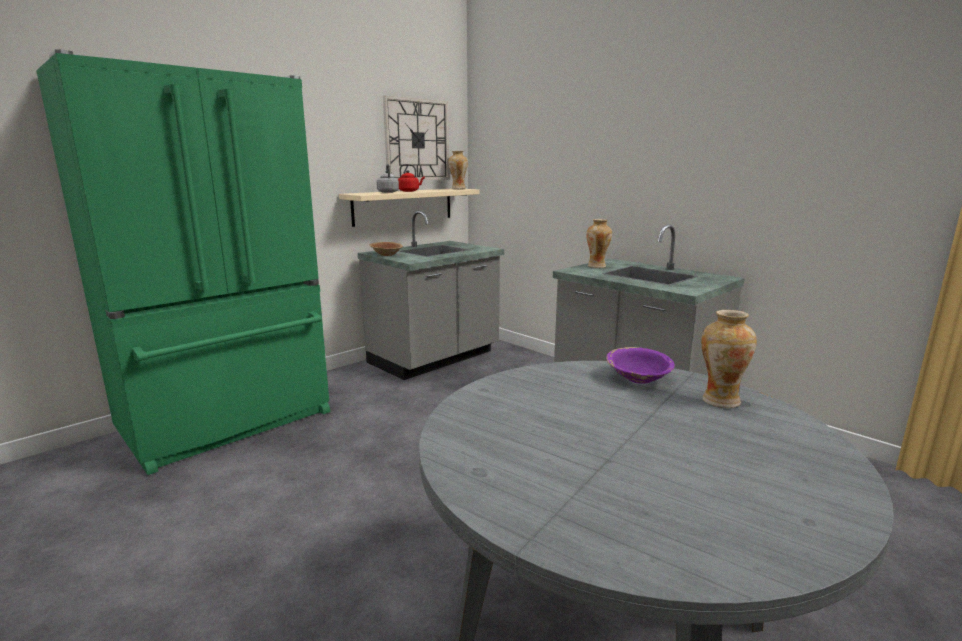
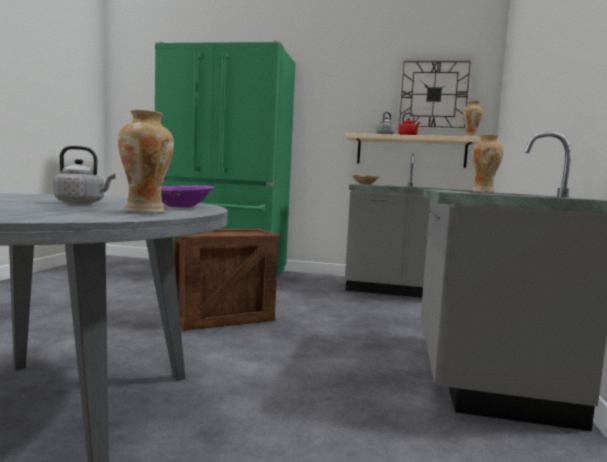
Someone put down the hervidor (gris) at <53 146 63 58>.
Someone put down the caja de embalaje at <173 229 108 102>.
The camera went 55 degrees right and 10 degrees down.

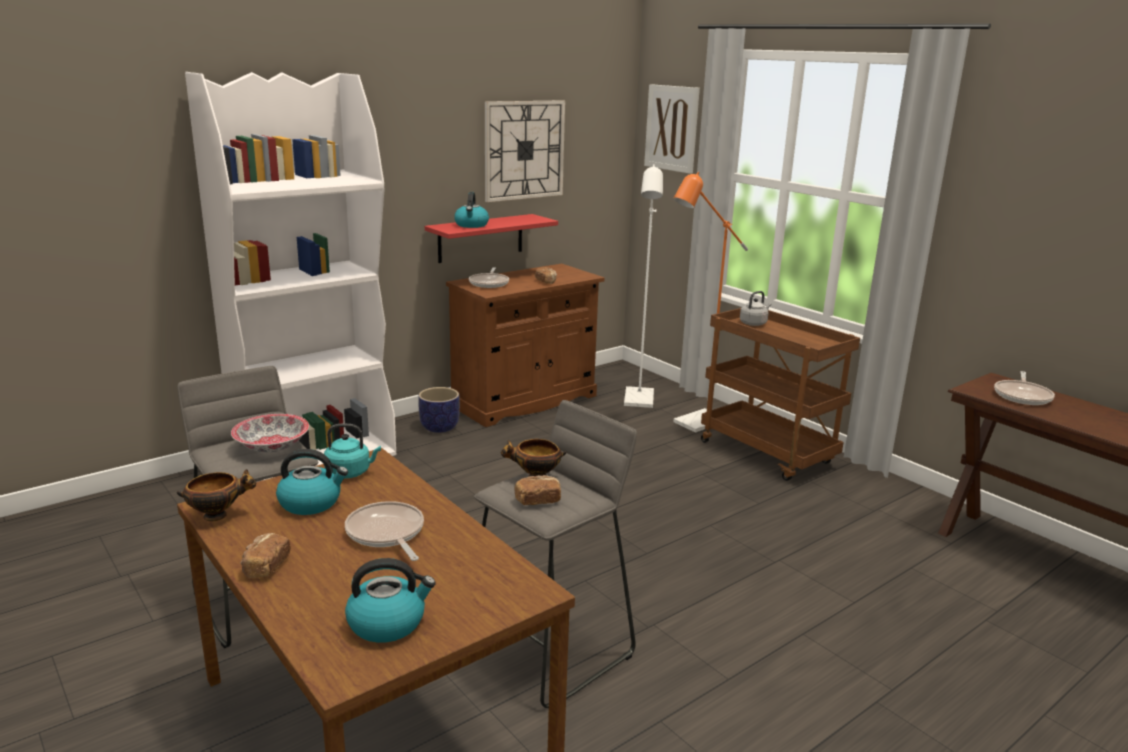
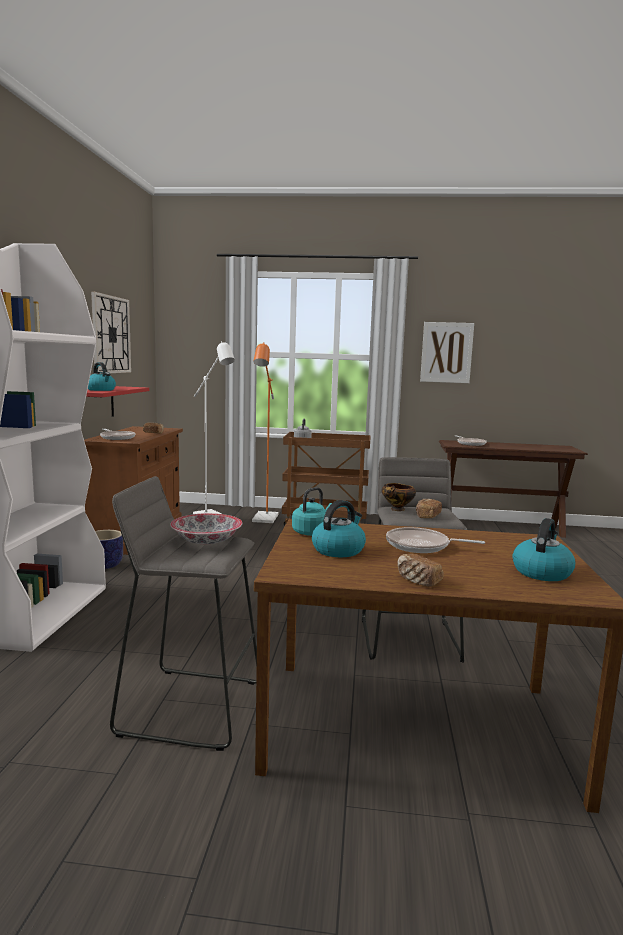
Someone took away the cuenco at <177 469 79 52>.
Someone carried the cuadro from <644 84 56 90> to <420 322 54 61>.
The camera went 45 degrees left and 10 degrees down.

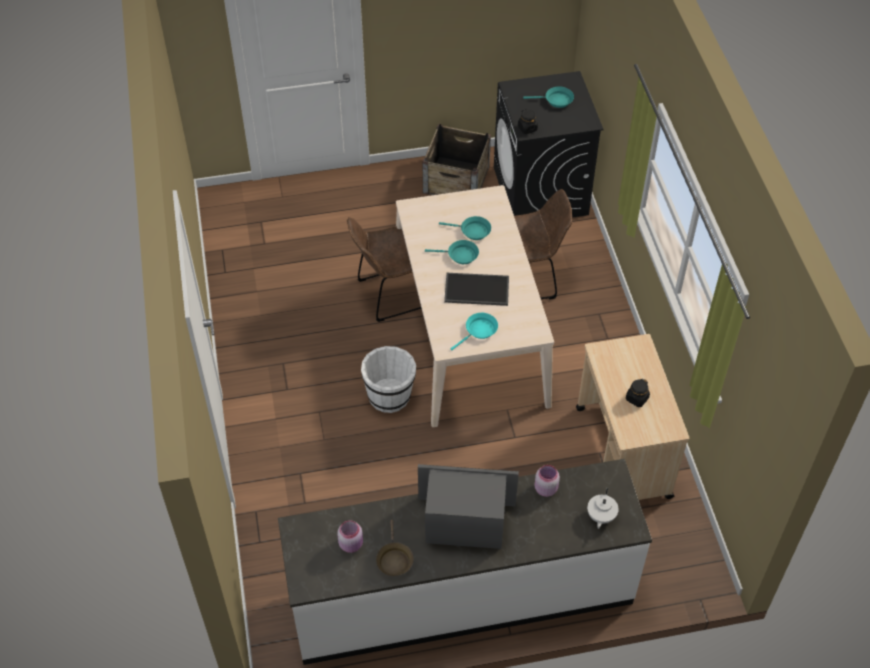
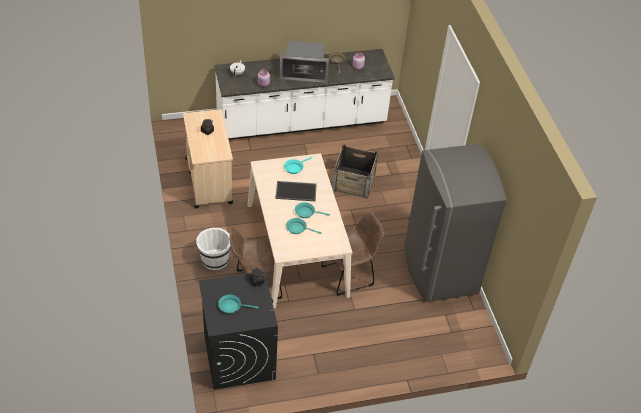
Someone carried the cubo (blanco) from <361 346 55 67> to <196 228 35 42>.
Someone carried the caja de embalaje from <423 124 68 71> to <332 145 46 54>.
Someone put down the nevera (gris) at <404 144 103 158>.
The camera went 175 degrees right and 5 degrees down.

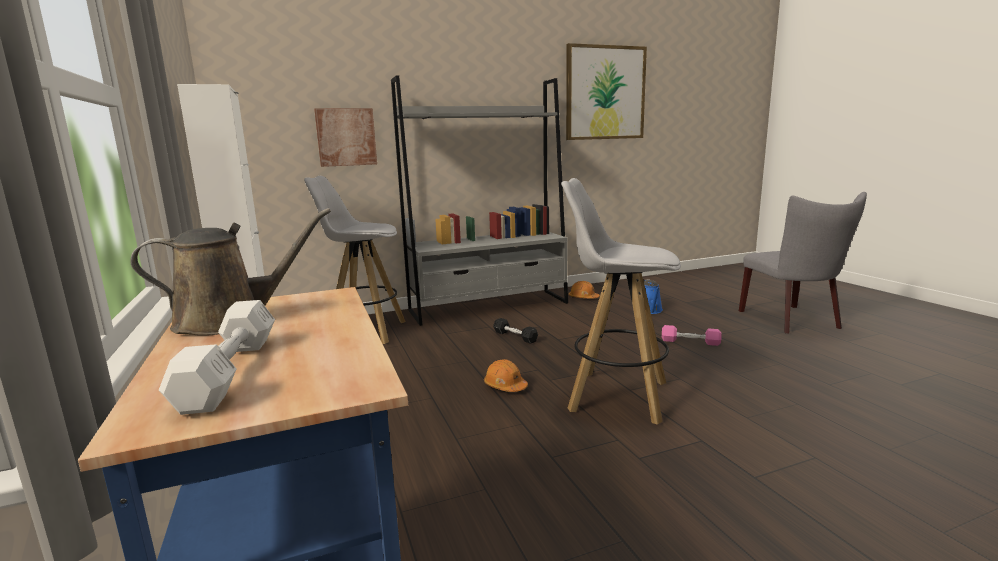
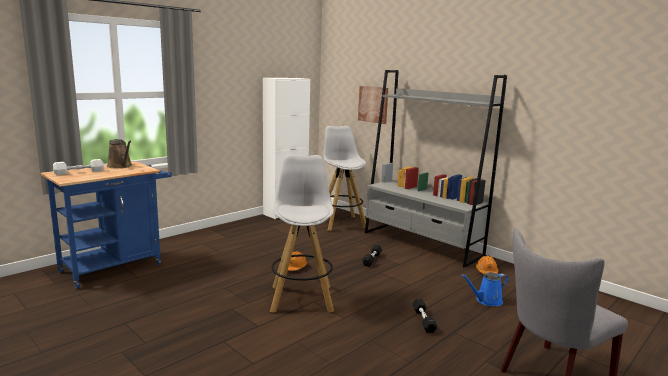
Someone took away the cuadro at <566 43 81 97>.
Someone repainted the mancuerna (rosa) at <662 325 60 21>, which became the mancuerna (negro) at <412 299 25 34>.
The camera went 65 degrees right and 0 degrees up.

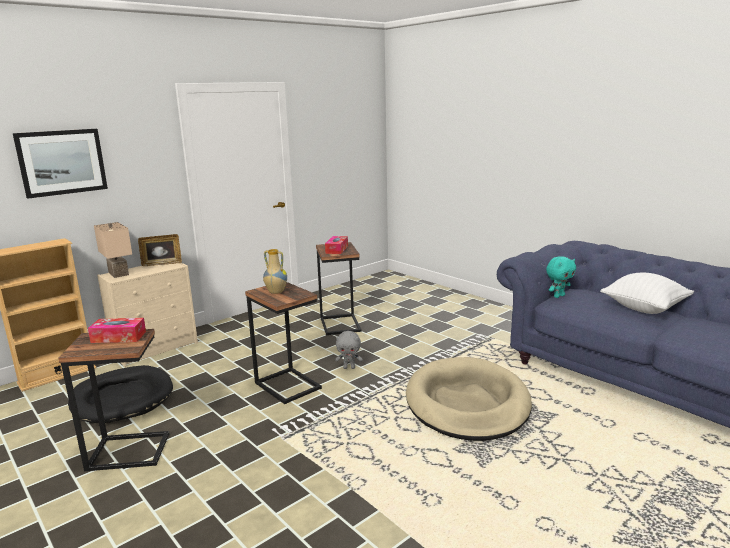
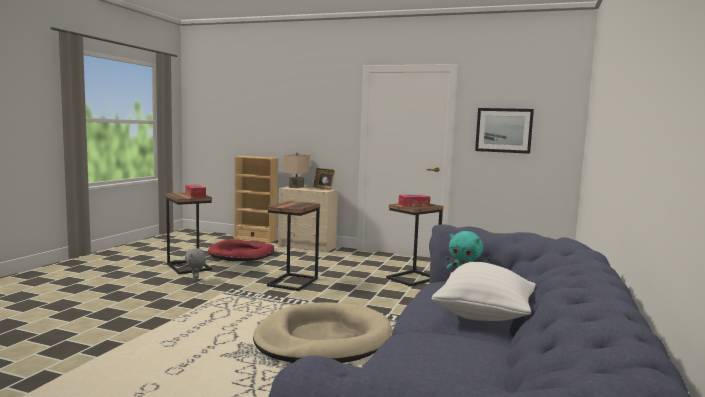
Someone carried the cuadro from <13 129 95 70> to <475 108 59 46>.
Someone repainted the cama para perro (negro) at <68 365 105 58>, which became the cama para perro (rojo) at <208 239 66 22>.
Someone took away the florero at <263 249 24 45>.
Someone carried the peluche (gris) from <335 331 28 38> to <185 249 21 34>.
The camera went 60 degrees right and 10 degrees down.

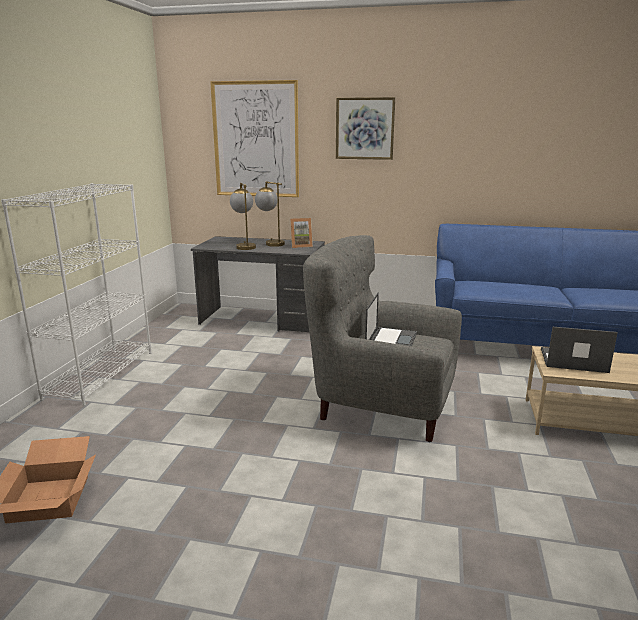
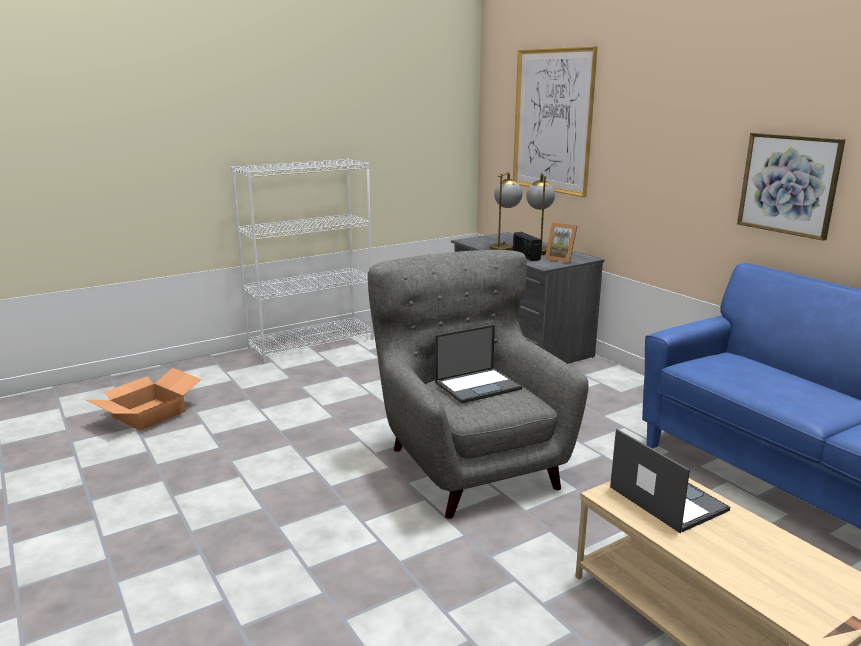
Someone carried the cuadro from <336 97 59 63> to <737 133 109 108>.
Someone put down the radio at <513 232 29 29>.
The camera went 45 degrees right and 0 degrees up.

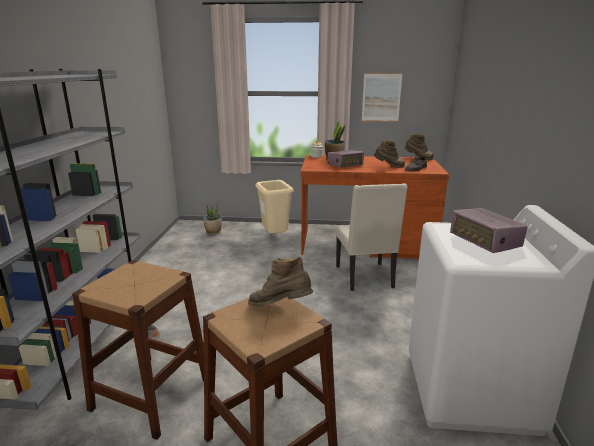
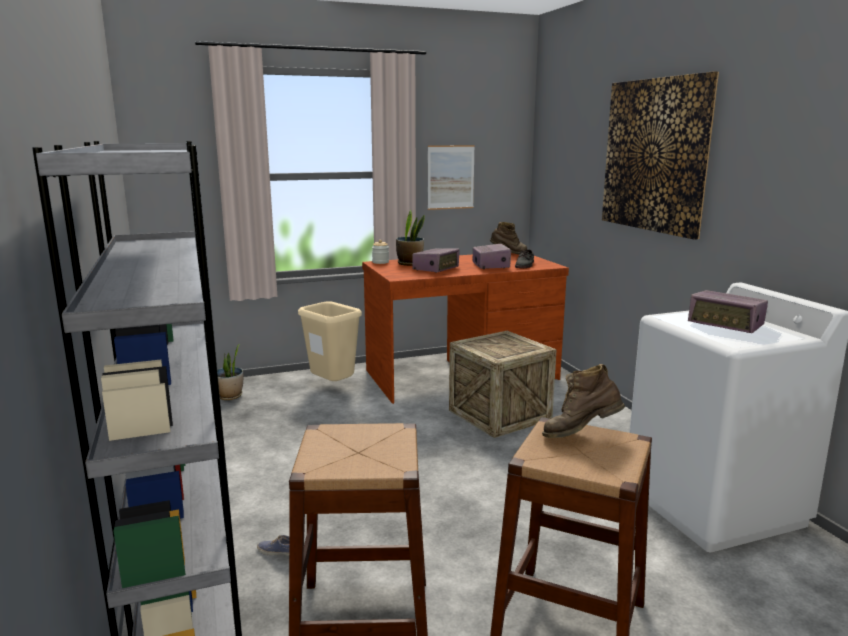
Someone swapped the silla (beis) at <336 183 72 108> for the caja de embalaje at <449 331 108 107>.
Someone swapped the bota (marrón) at <374 140 31 28> for the radio at <472 244 39 25>.
Someone put up the cuadro at <602 71 117 169>.
The camera went 25 degrees left and 5 degrees down.

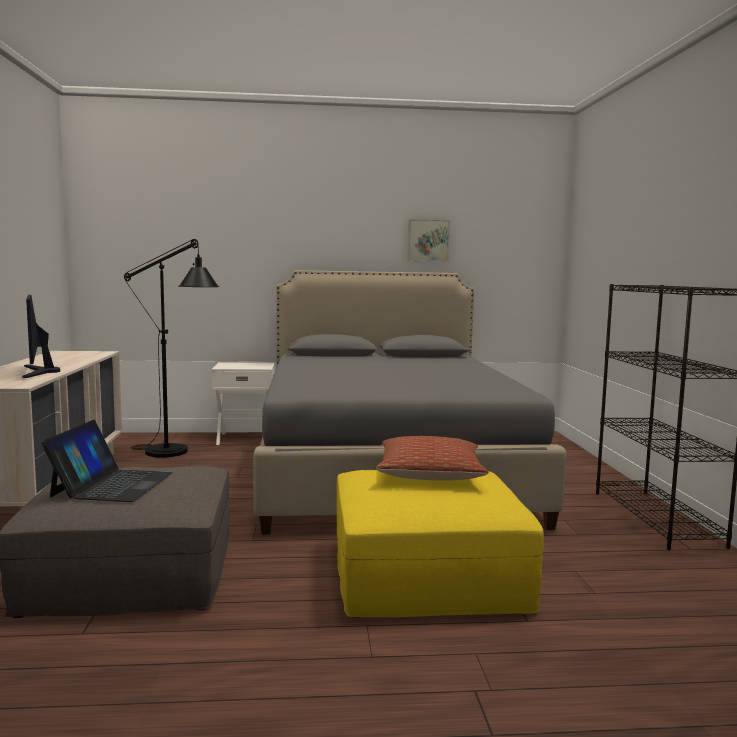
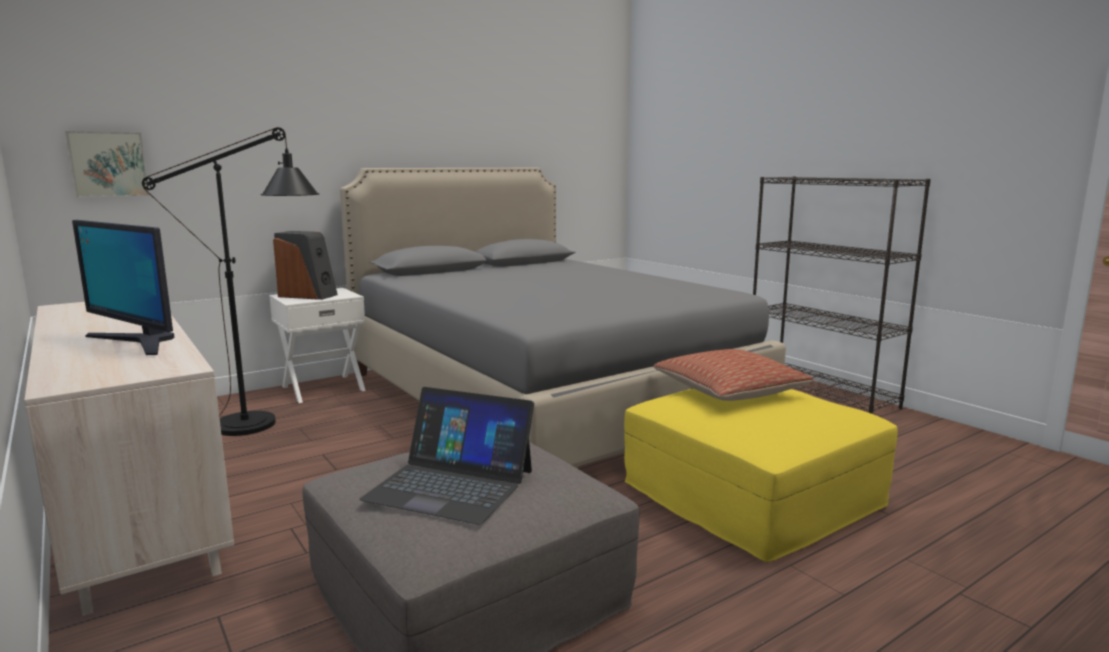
Someone rotated the portátil at <41 420 132 82> by 135 degrees clockwise.
Someone carried the cuadro from <408 219 42 43> to <65 131 85 67>.
Someone put down the altavoz at <273 231 65 69>.
The camera went 30 degrees left and 5 degrees up.

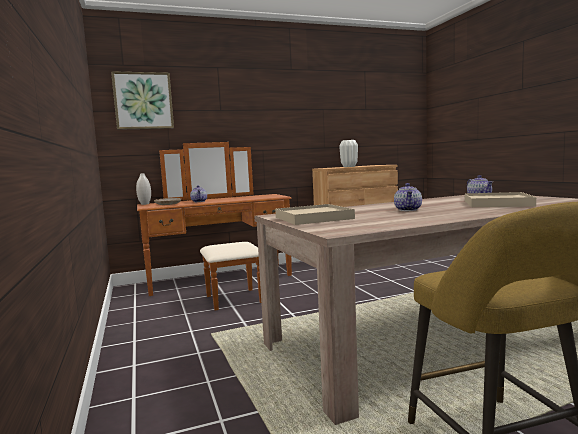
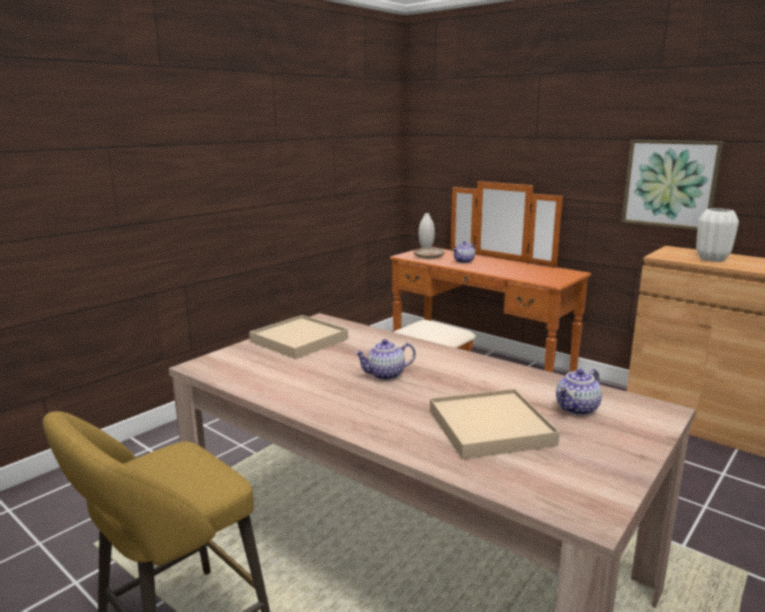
Someone carried the cuadro from <111 71 63 59> to <621 140 103 90>.
The camera went 60 degrees right and 10 degrees up.

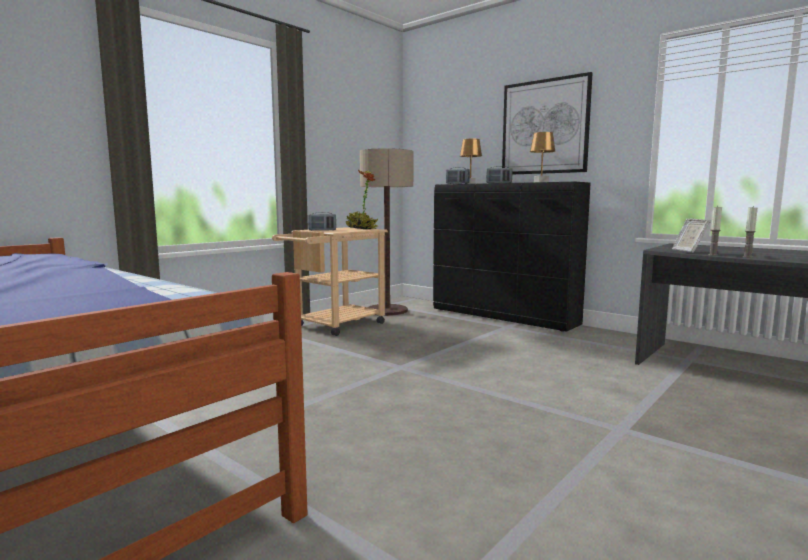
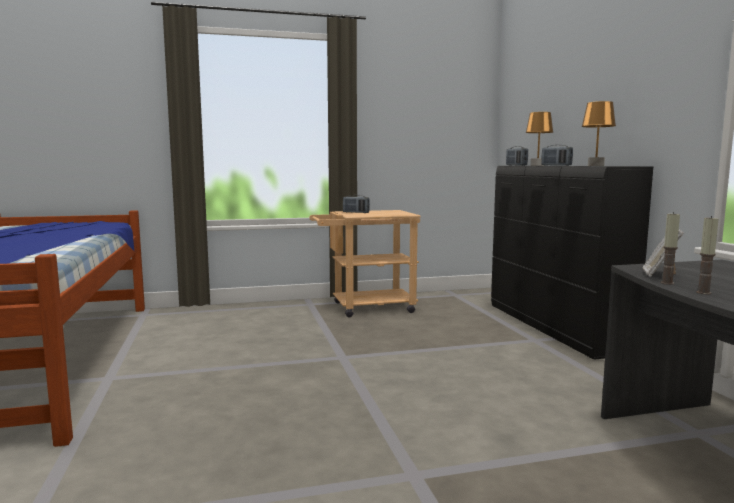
Someone took away the planta en maceta at <346 170 32 59>.
Someone took away the lámpara de pie at <360 149 53 167>.
Someone took away the cuadro at <502 72 90 103>.
The camera went 35 degrees right and 0 degrees up.

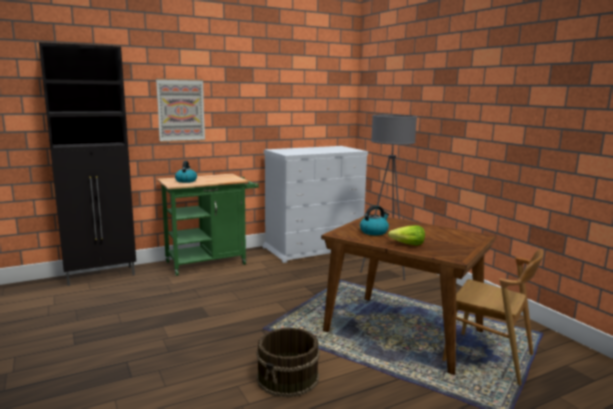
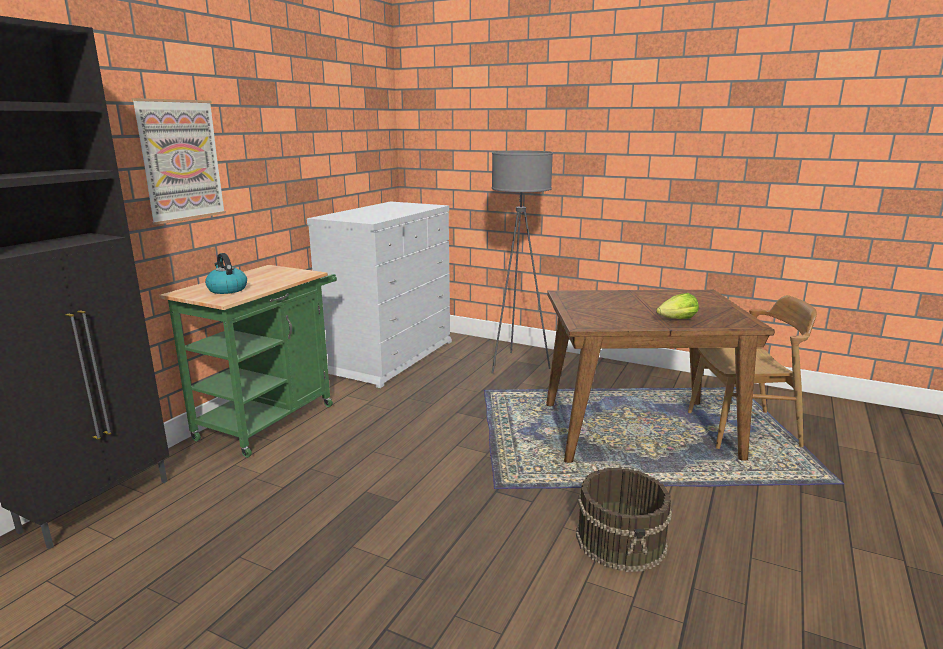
Someone took away the hervidor at <360 205 29 30>.
The camera went 35 degrees left and 5 degrees up.

